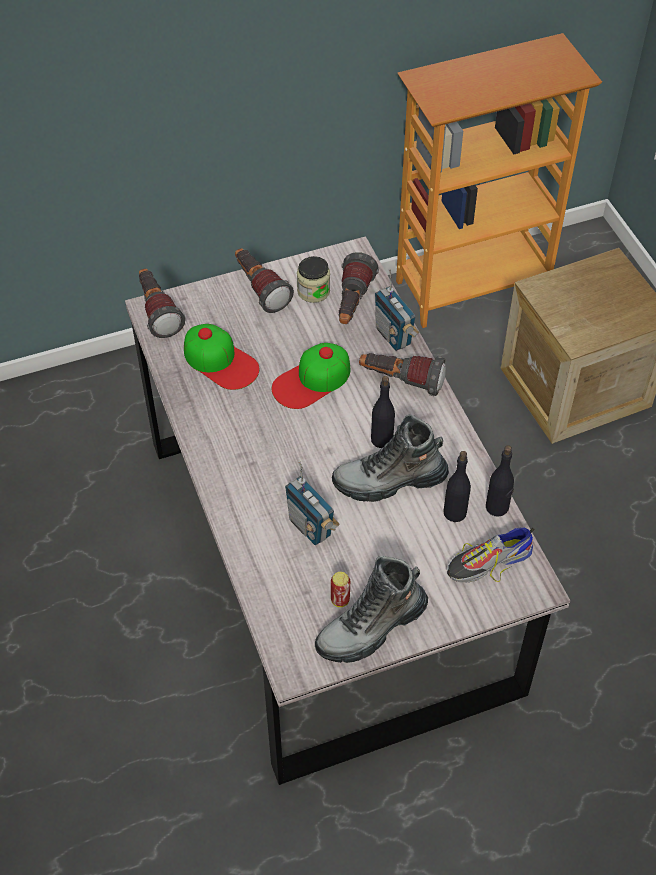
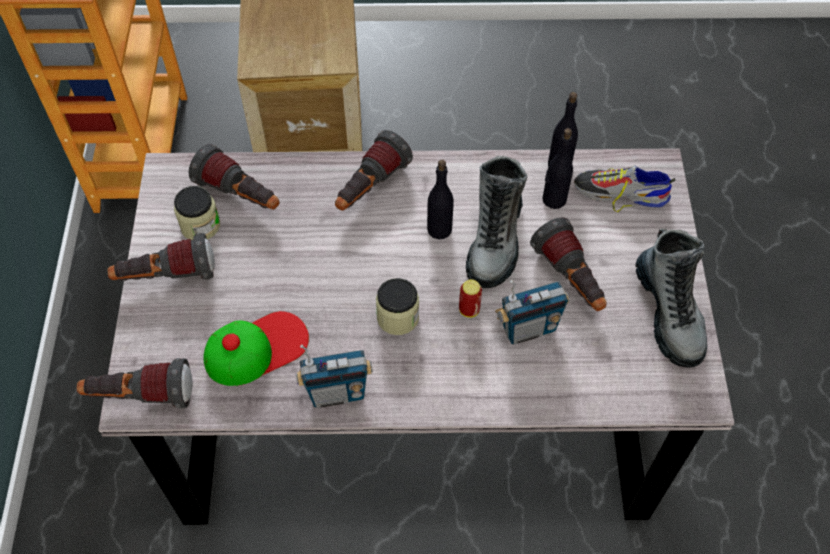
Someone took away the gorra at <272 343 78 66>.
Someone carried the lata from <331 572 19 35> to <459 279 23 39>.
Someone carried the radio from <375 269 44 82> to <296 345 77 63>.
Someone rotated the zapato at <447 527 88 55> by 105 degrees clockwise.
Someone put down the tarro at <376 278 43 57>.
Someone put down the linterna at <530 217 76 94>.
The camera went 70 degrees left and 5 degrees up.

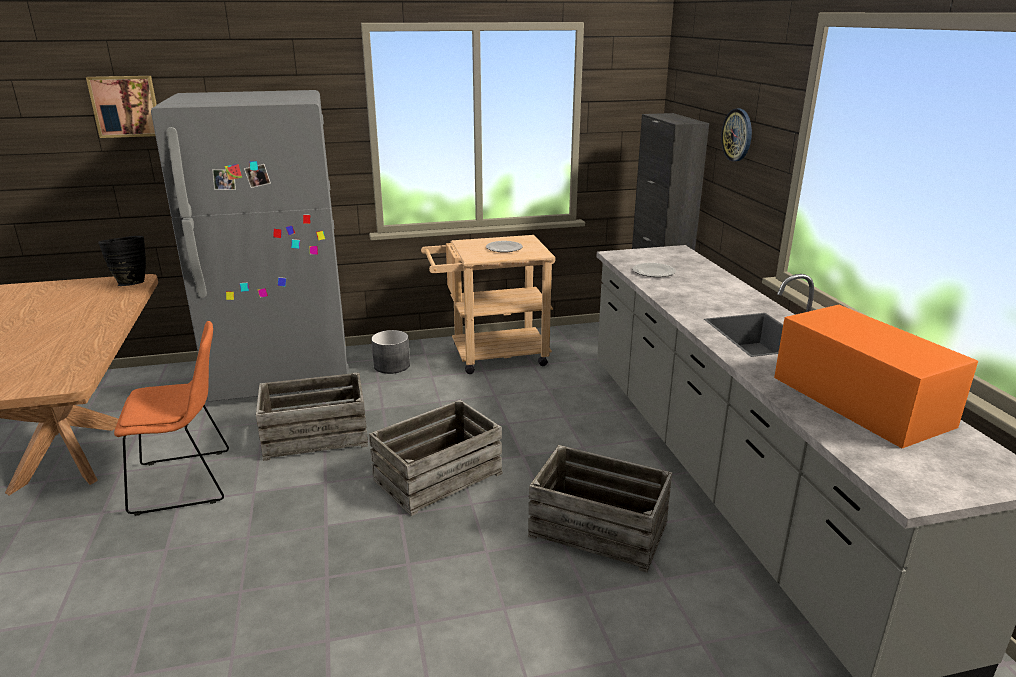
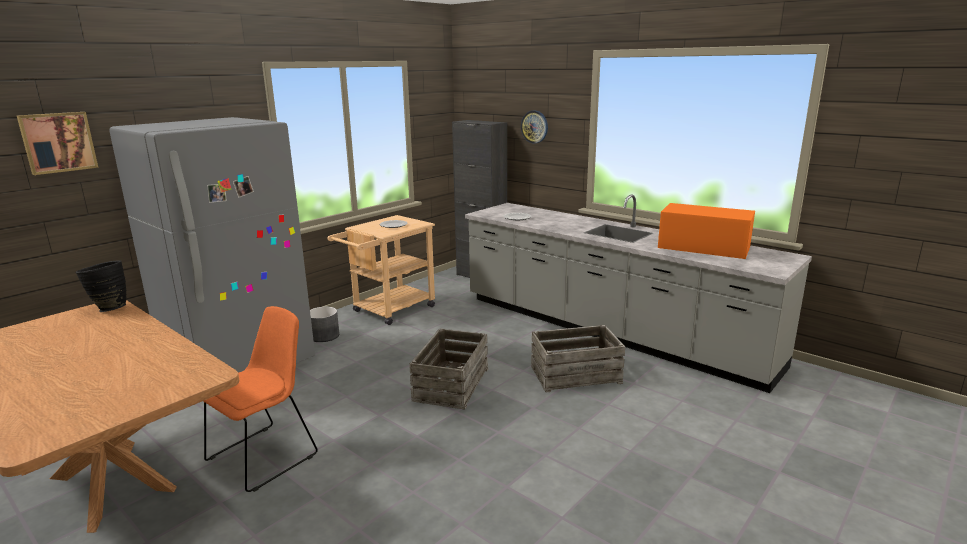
Someone took away the caja de embalaje at <256 373 112 88>.
The camera went 35 degrees left and 5 degrees down.

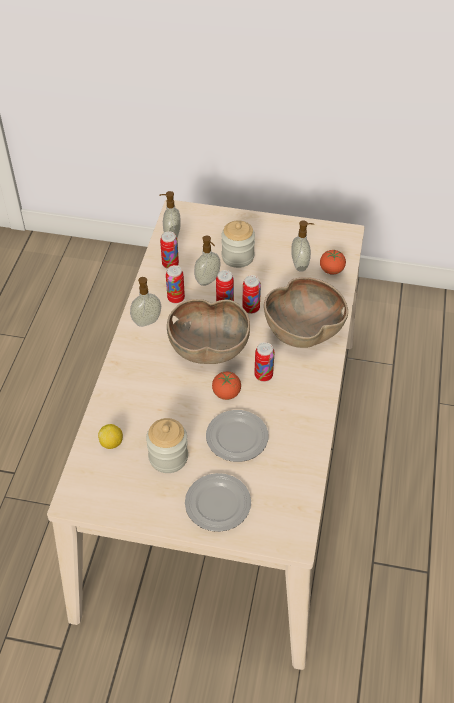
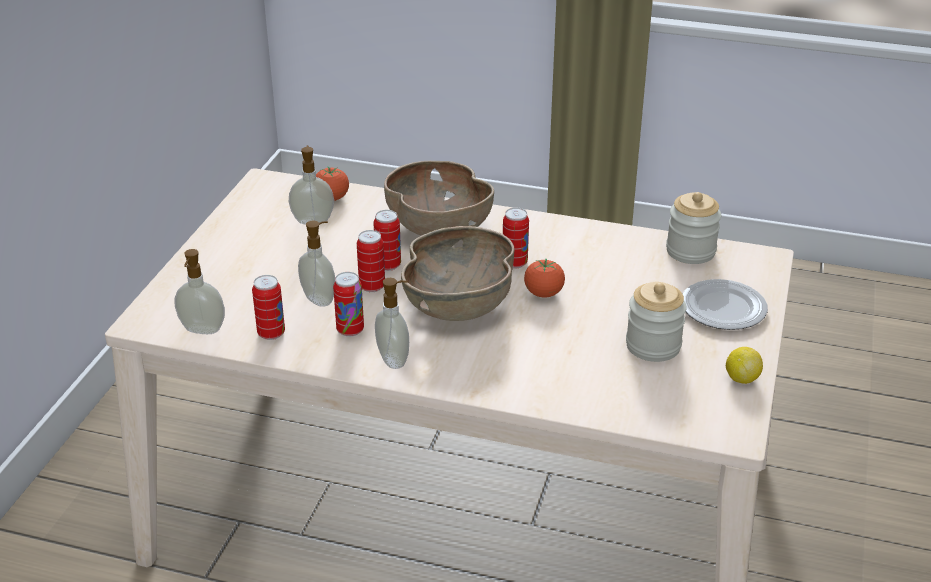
Someone carried the limón from <98 424 25 25> to <726 347 37 37>.
Someone took away the plato at <206 410 62 52>.
Someone carried the tarro from <221 220 34 48> to <666 192 55 72>.
The camera went 85 degrees left and 15 degrees down.

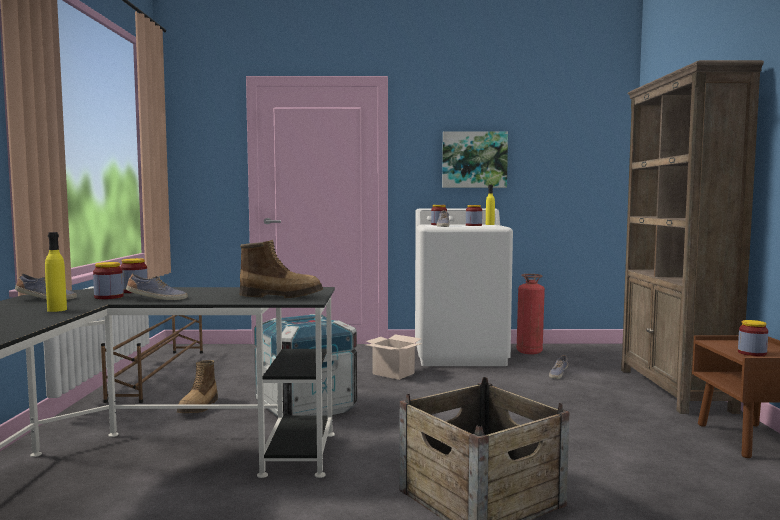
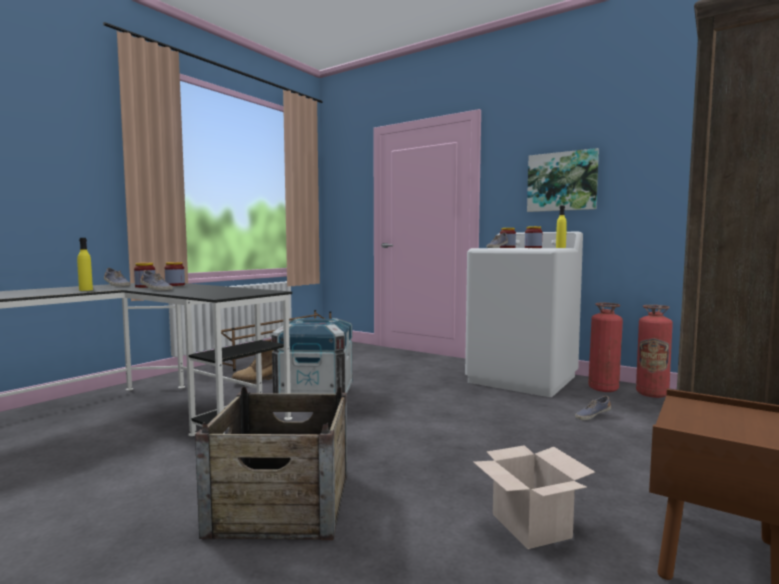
Someone took away the bota at <240 240 83 58>.
Someone carried the caja de cartón from <366 334 56 46> to <473 445 122 104>.
Someone took away the tarro at <738 320 30 36>.
Someone put down the extintor at <636 305 37 93>.
The camera went 35 degrees right and 0 degrees up.

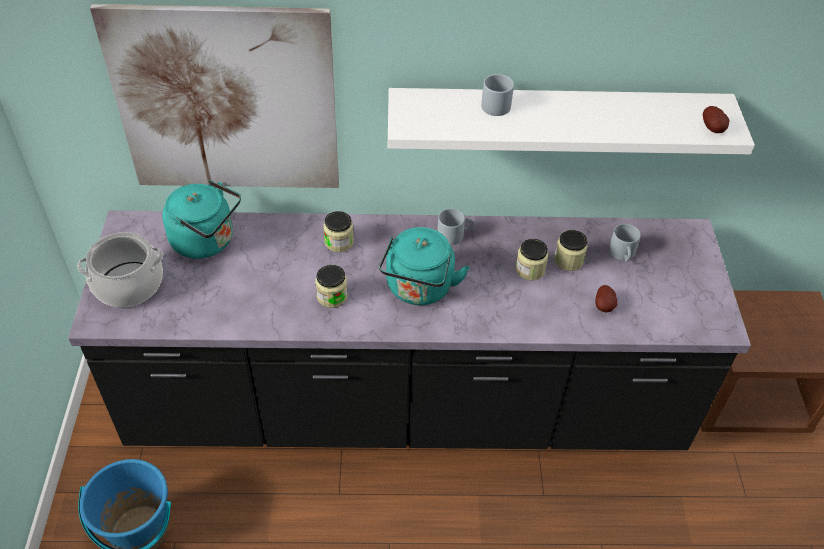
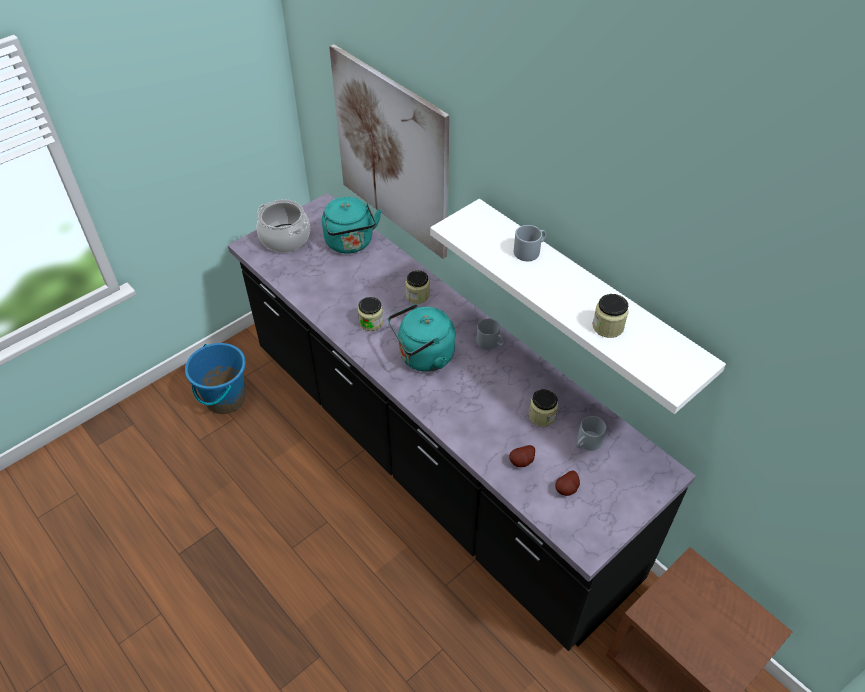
Someone carried the tarro from <515 239 33 42> to <592 294 36 44>.
Someone carried the patata from <703 106 26 27> to <555 471 25 25>.
The camera went 50 degrees right and 0 degrees up.

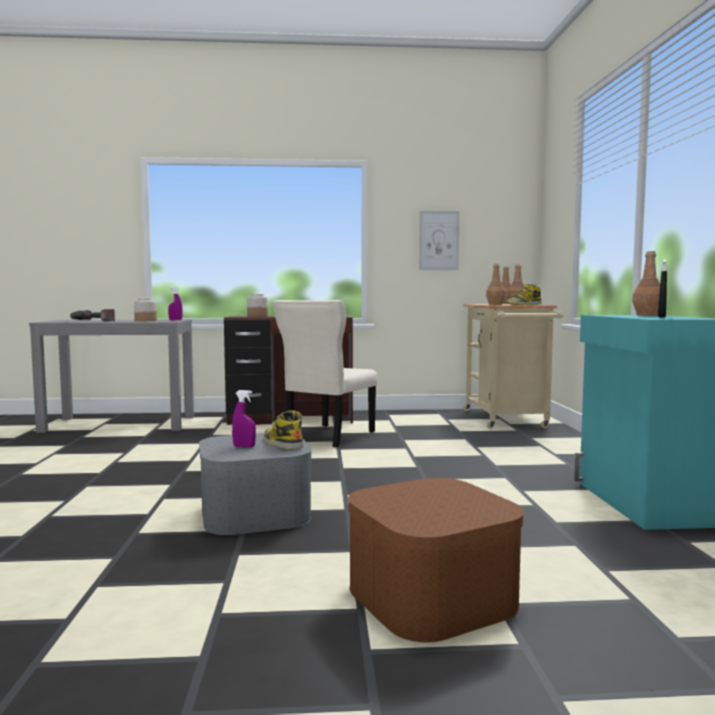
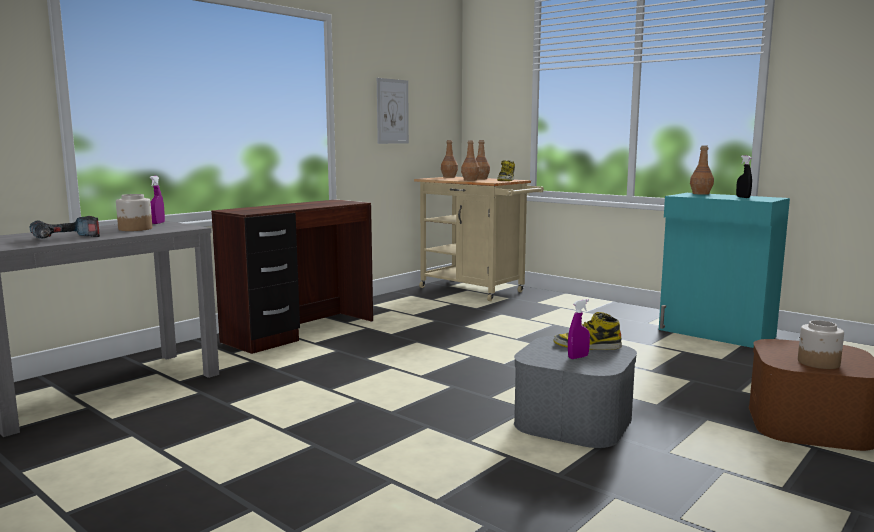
Someone carried the tarro from <247 294 21 23> to <798 320 46 49>.
Someone took away the silla (beis) at <273 300 105 148>.
The camera went 45 degrees left and 5 degrees up.

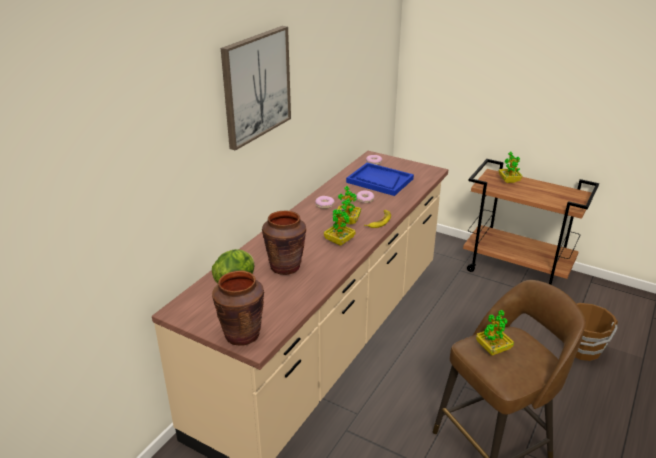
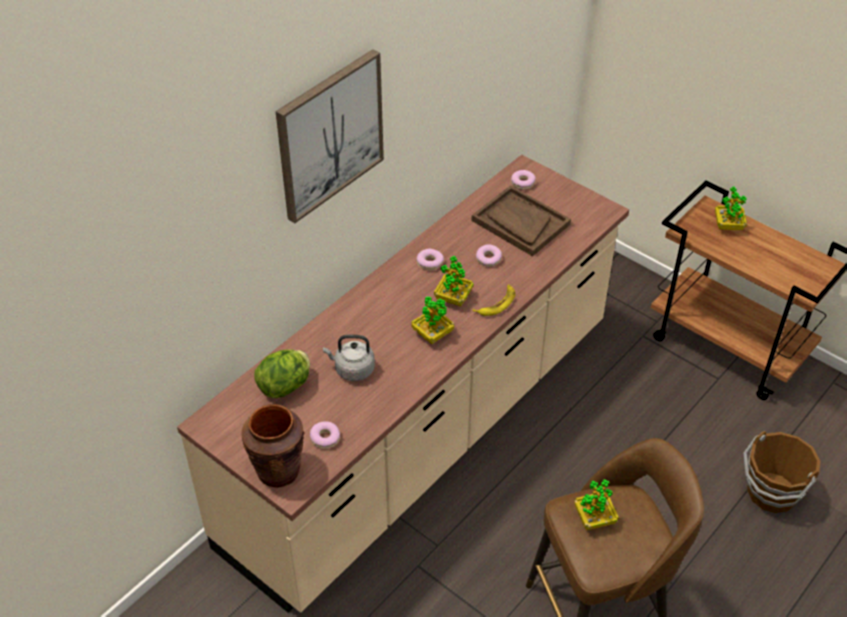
Someone swapped the florero (marrón) at <262 211 44 64> for the hervidor (gris) at <323 335 52 46>.
Someone repainted the bandeja (azul) at <346 162 68 34>, which became the bandeja (marrón) at <471 185 100 71>.
Someone put down the rosquilla at <310 421 30 28>.
The camera went 10 degrees right and 15 degrees up.

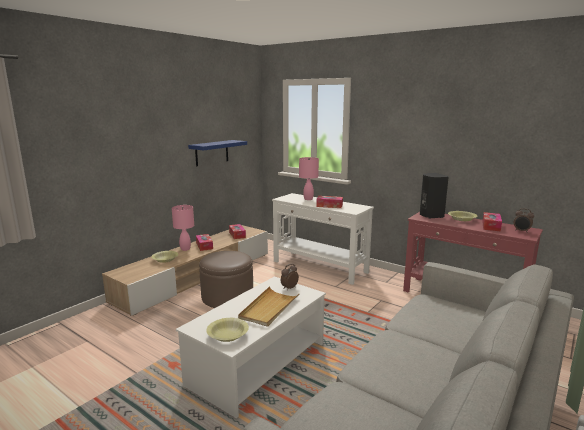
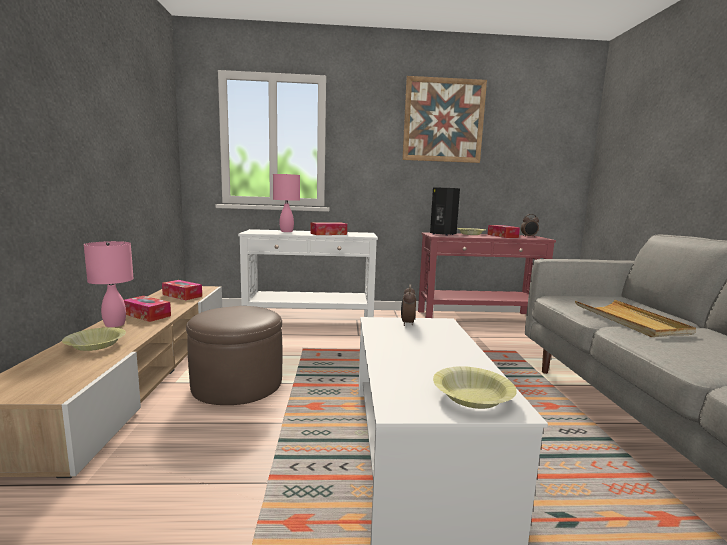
Someone took away the estante (azul) at <188 140 59 27>.
Someone carried the bandeja (beis) from <238 286 62 41> to <575 300 121 37>.
Someone put up the cuadro at <402 76 85 87>.
The camera went 40 degrees left and 5 degrees down.

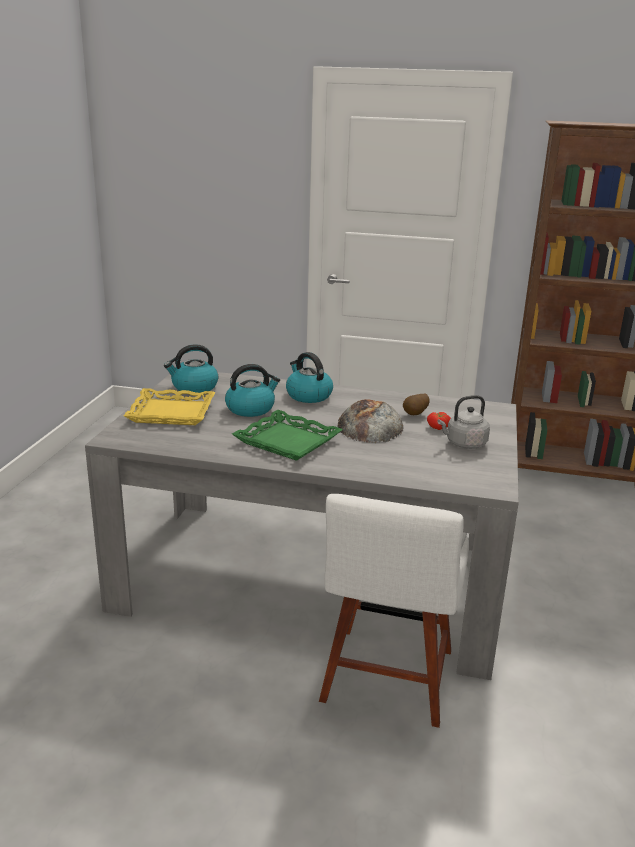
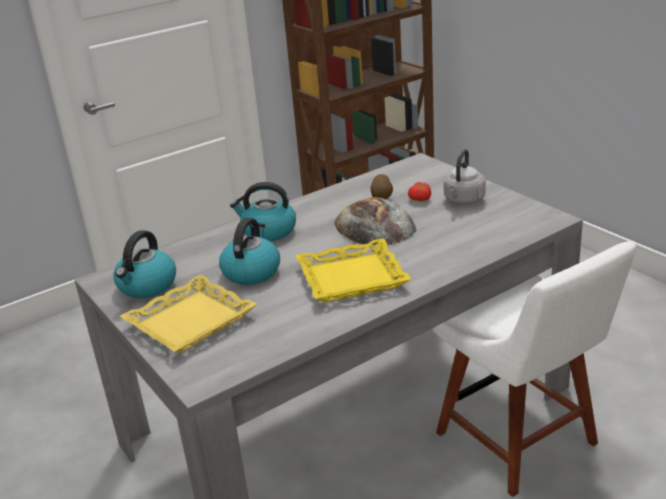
Someone repainted the bandeja (verde) at <232 410 111 51>, which became the bandeja (amarillo) at <296 238 115 64>.
The camera went 45 degrees left and 5 degrees up.

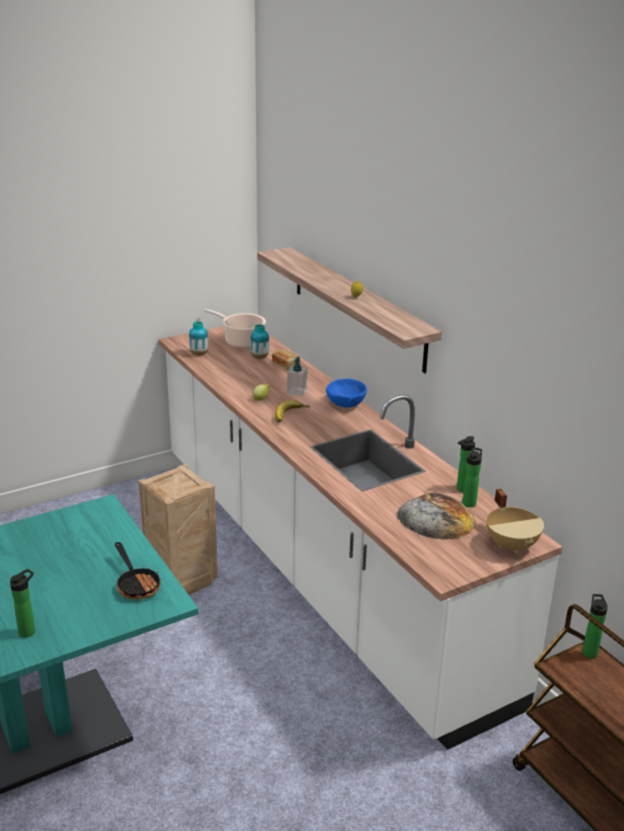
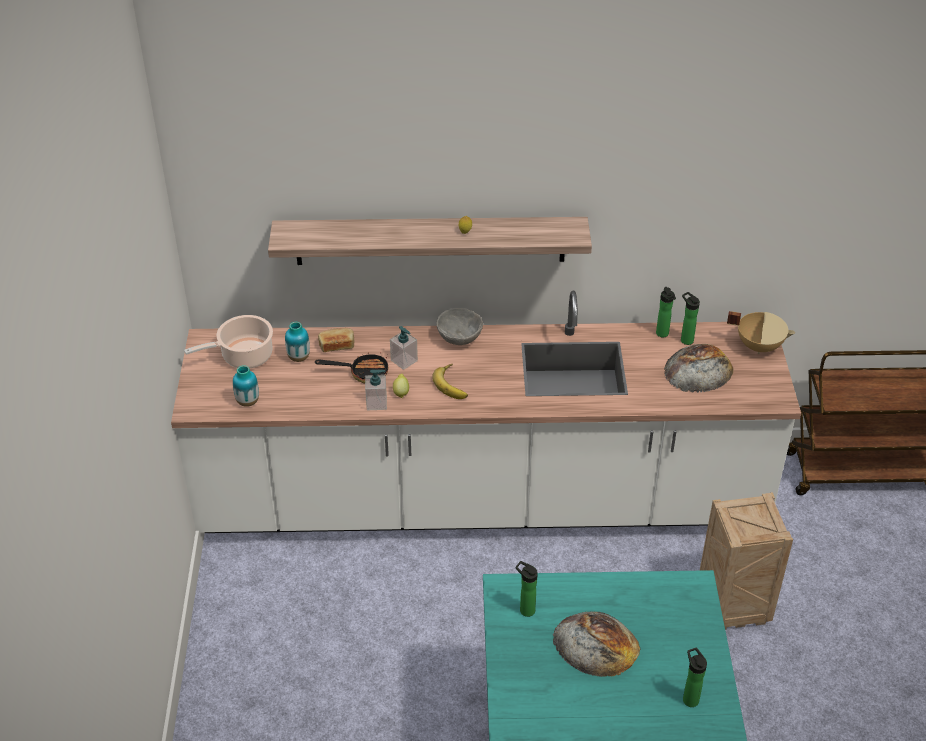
Someone carried the sartén from <115 542 47 58> to <315 352 74 31>.
Someone carried the caja de embalaje from <138 464 80 131> to <700 492 93 138>.
Someone repainted the cuenco (azul) at <326 379 41 29>, which became the cuenco (gris) at <437 308 46 37>.
Someone carried the botella from <582 594 26 64> to <516 561 22 56>.
Someone put down the dispensador de jabón at <365 370 22 40>.
Someone put down the pan at <553 612 87 65>.
The camera went 60 degrees left and 15 degrees up.

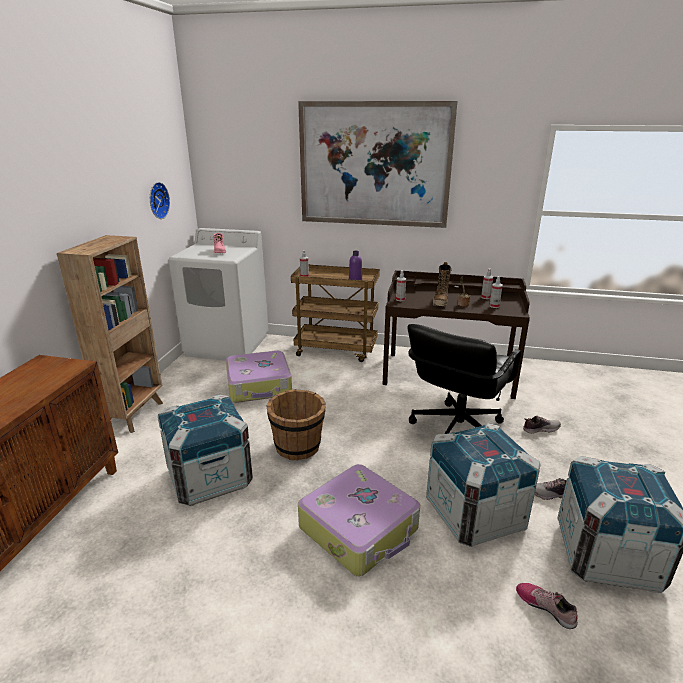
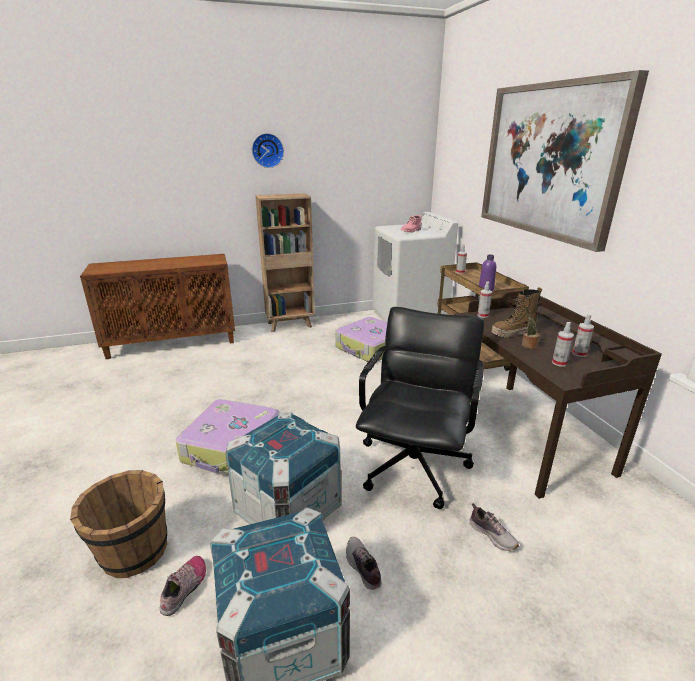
Someone carried the reloj de pared from <150 182 20 37> to <252 133 32 35>.
Someone took away the caja de embalaje at <158 395 95 111>.
Someone carried the cubo (marrón) from <266 389 60 71> to <70 470 97 108>.
Someone rotated the silla de oficina (negro) at <408 324 113 110> by 105 degrees clockwise.
The camera went 60 degrees right and 0 degrees up.

